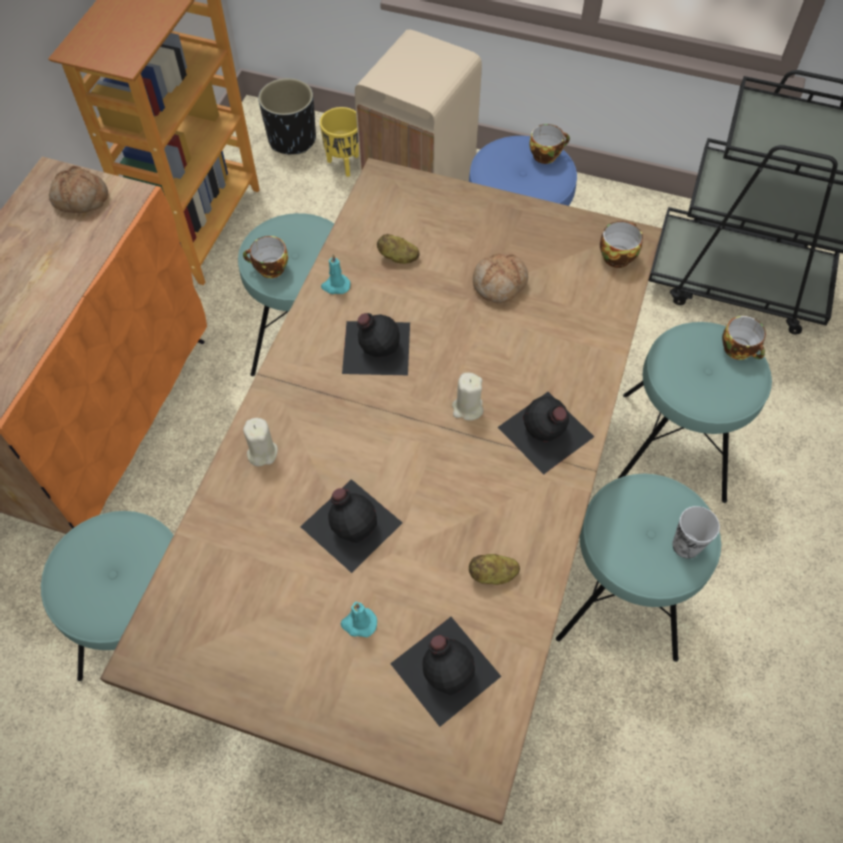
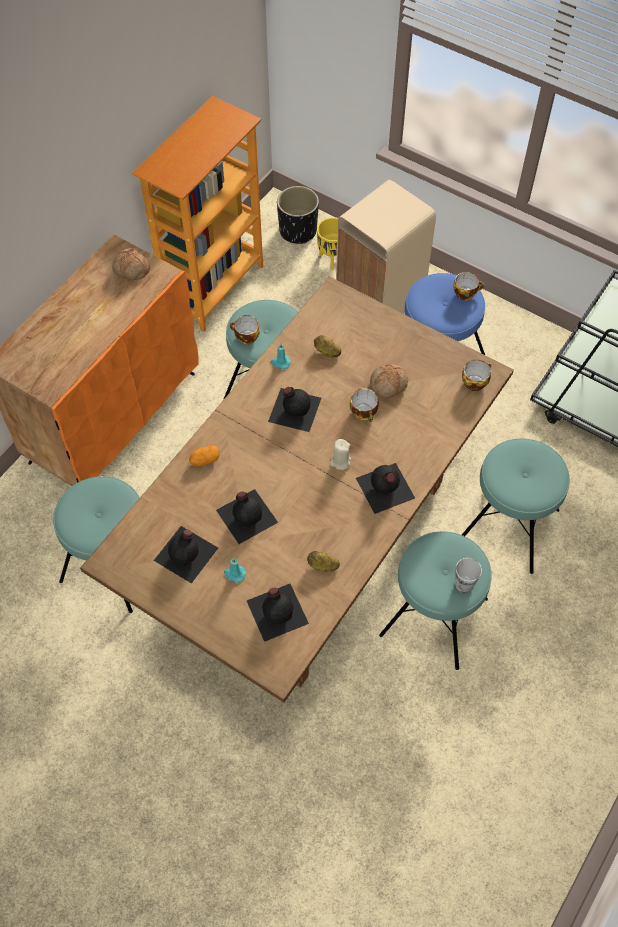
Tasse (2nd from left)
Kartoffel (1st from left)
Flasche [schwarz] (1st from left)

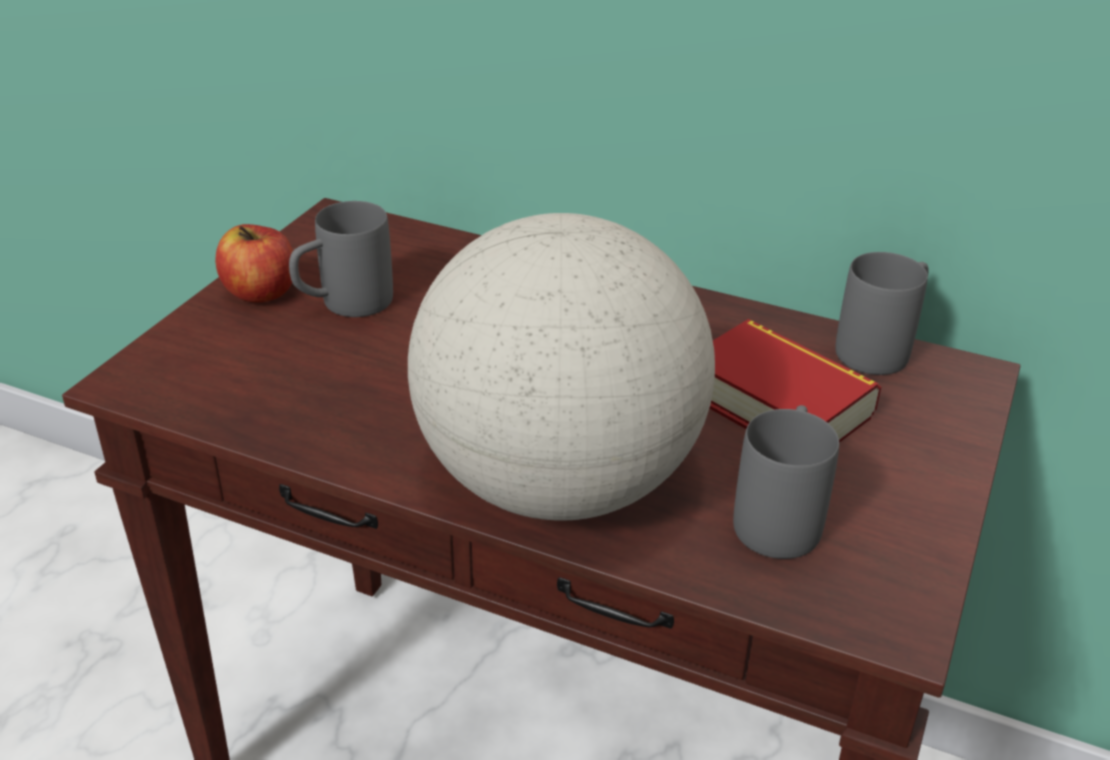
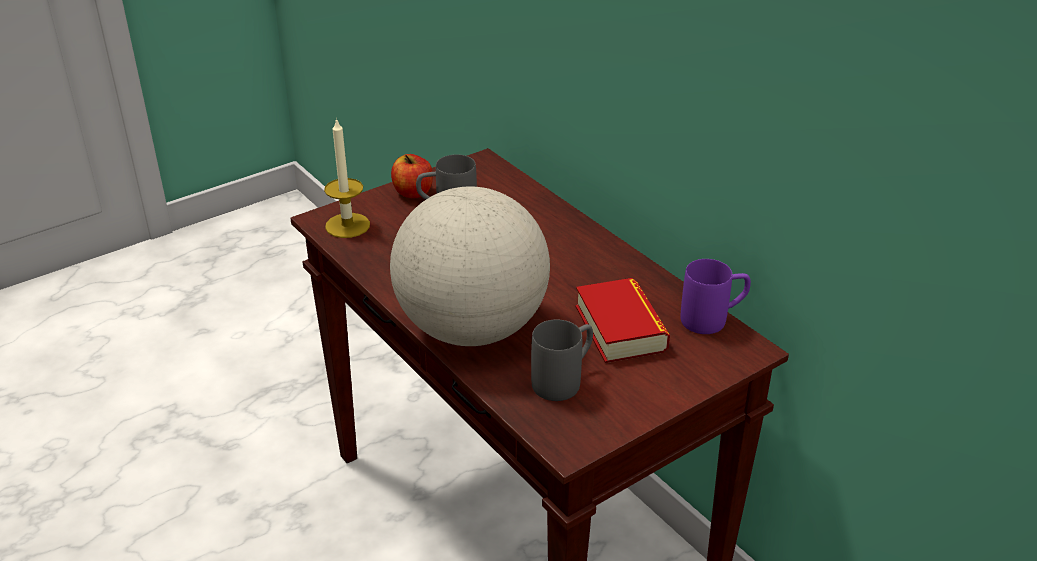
Henkelbecher [lila]
Kerze

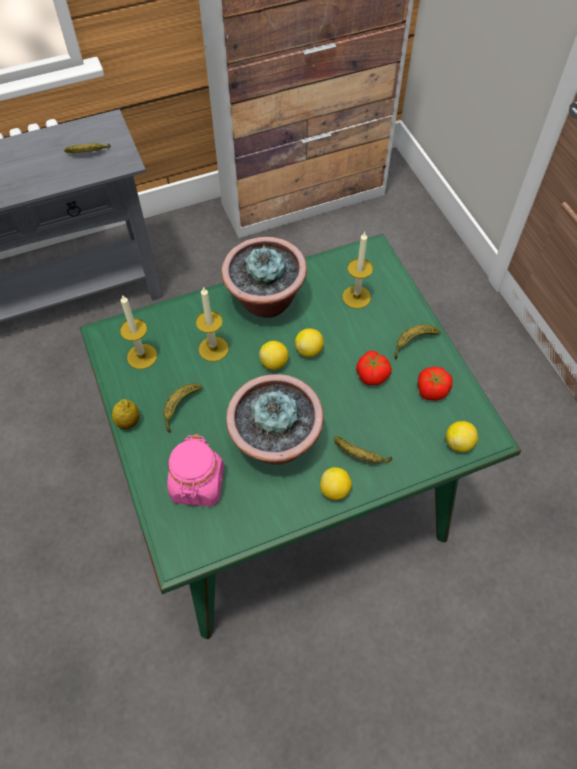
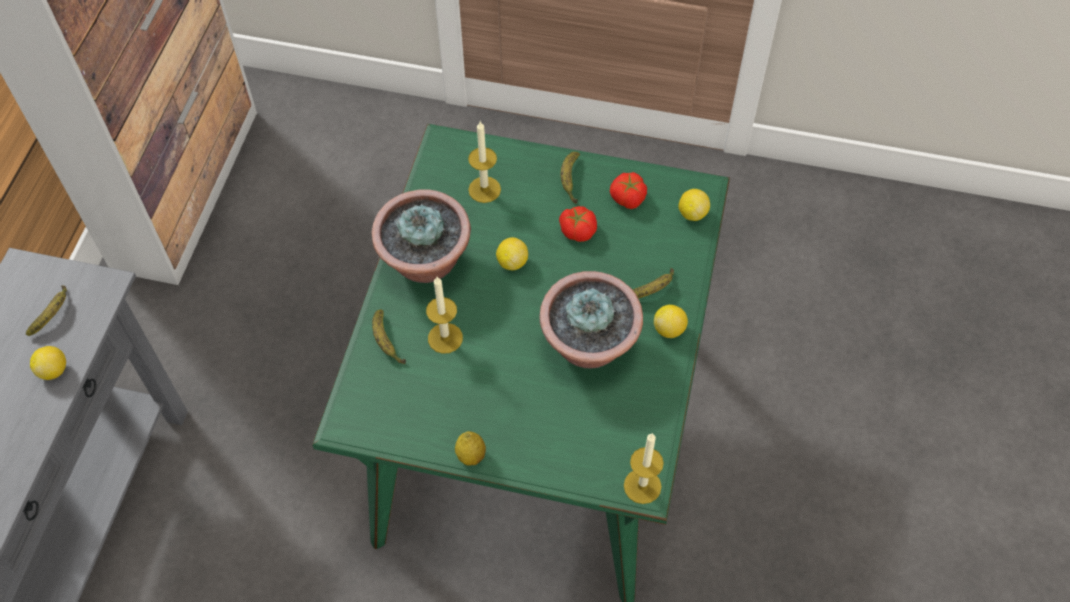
Kerze (3rd from left)
Zitrone (1st from left)
Banane (2nd from left)
Vorratsglas [rosa]

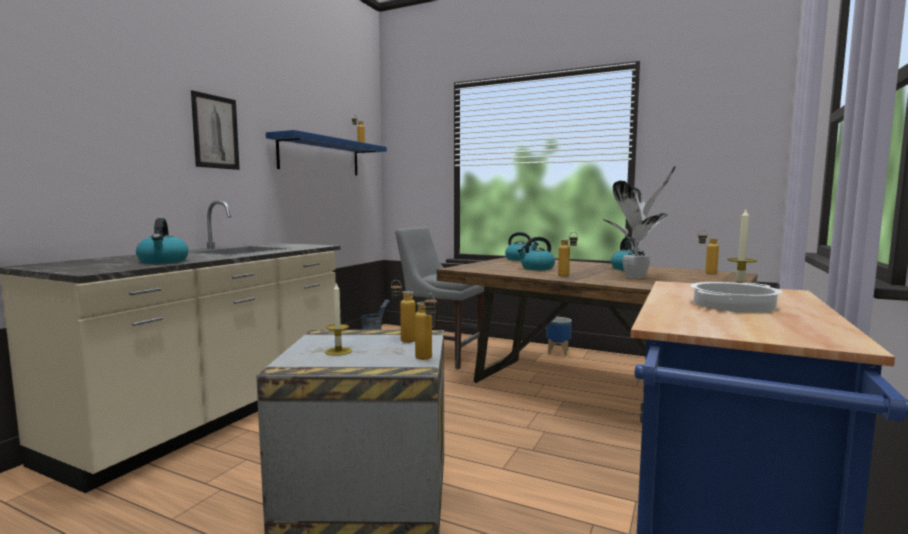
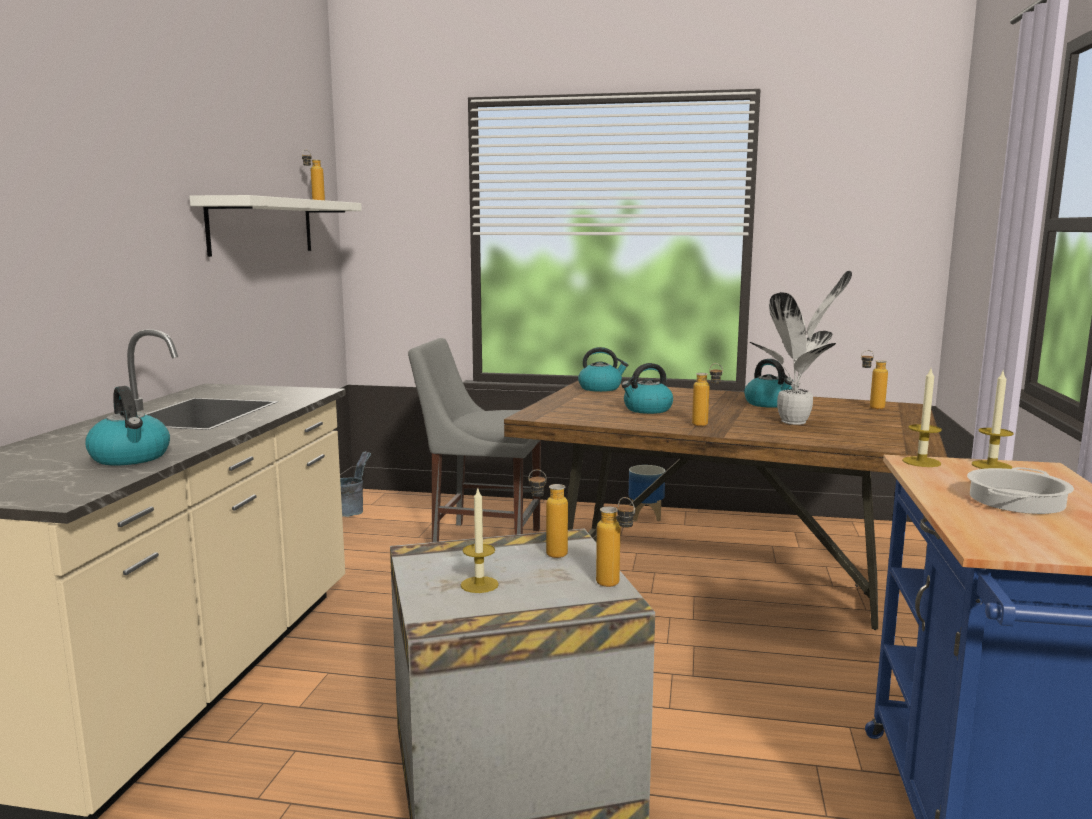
Bild
Wandregal [weiß]
Kerze (2nd from left)

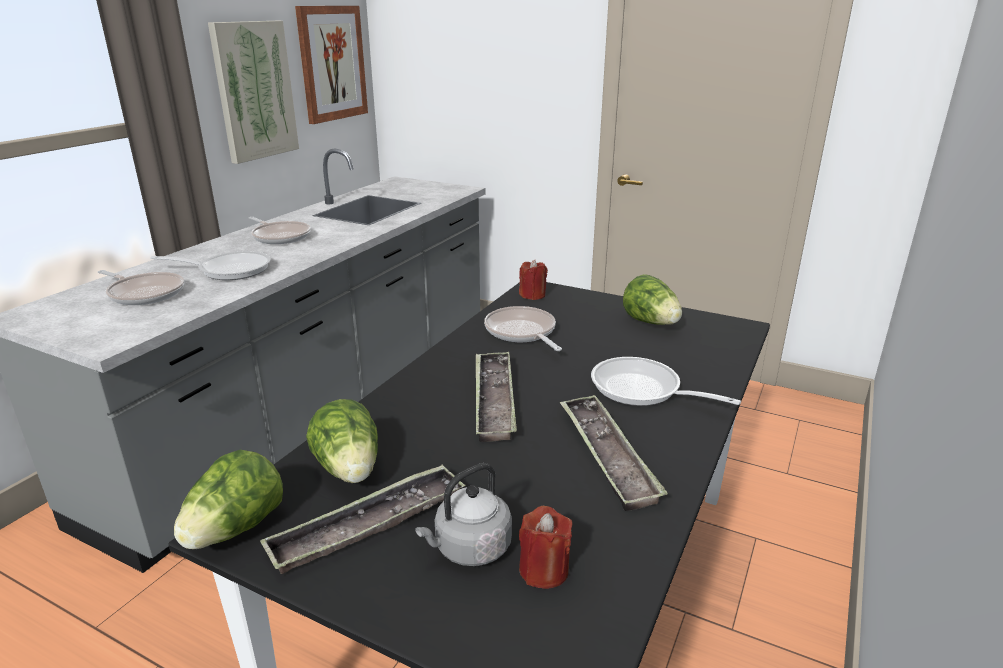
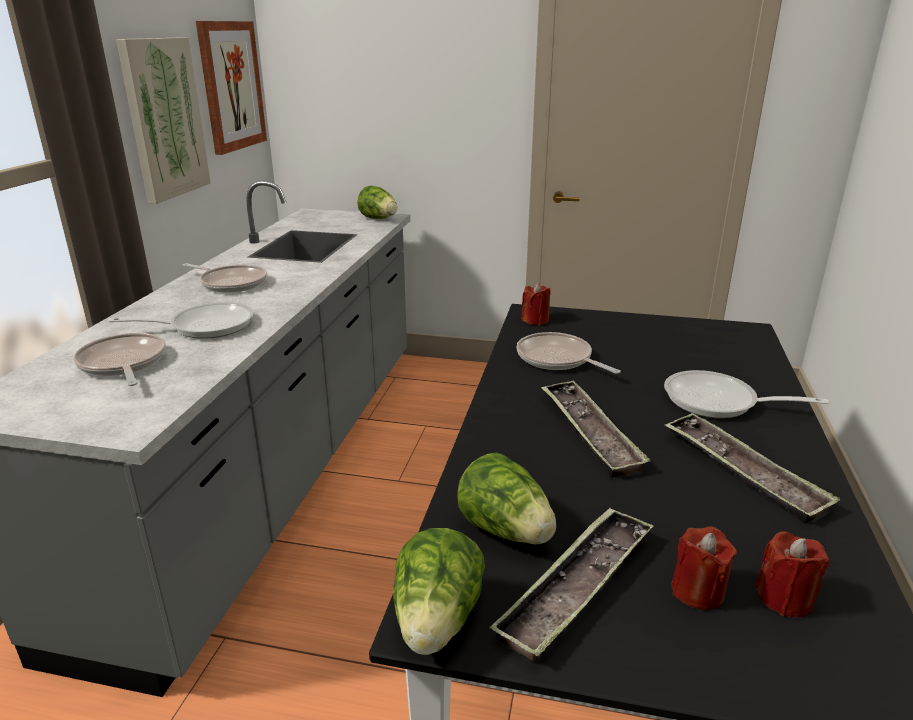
Pfanne (1st from left)
Salatkopf (1st from left)
Kerze [rot] (2nd from left)

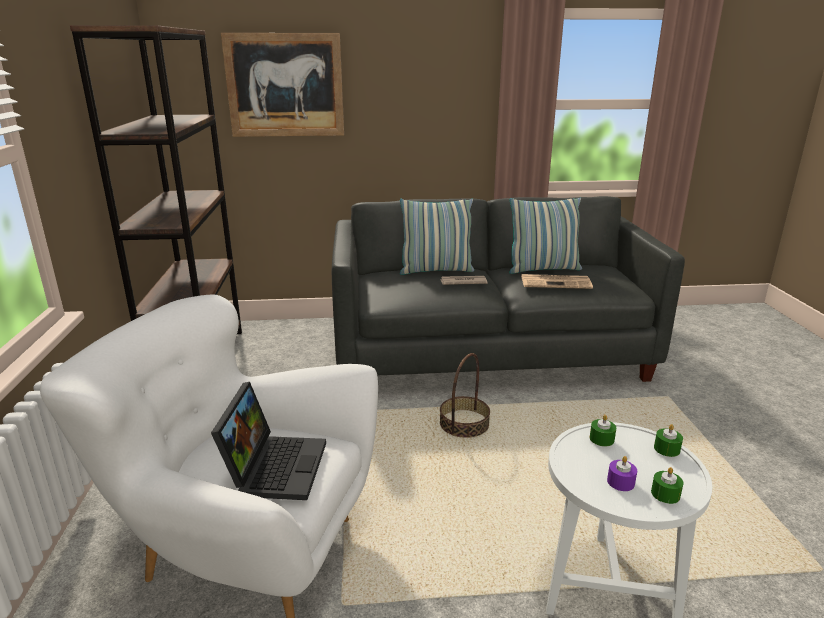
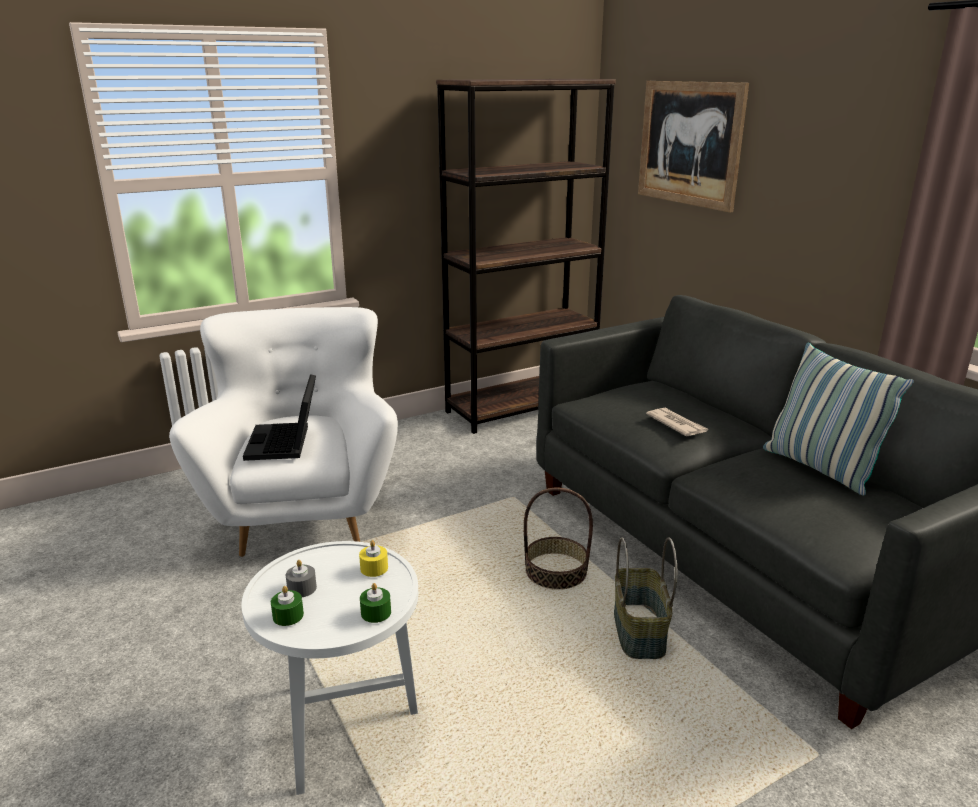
Kissen (1st from left in the first image)
Zeitung (2nd from left in the first image)
Laptop
Kerze [gelb]
Kerze [grau]
Korb (2nd from left)

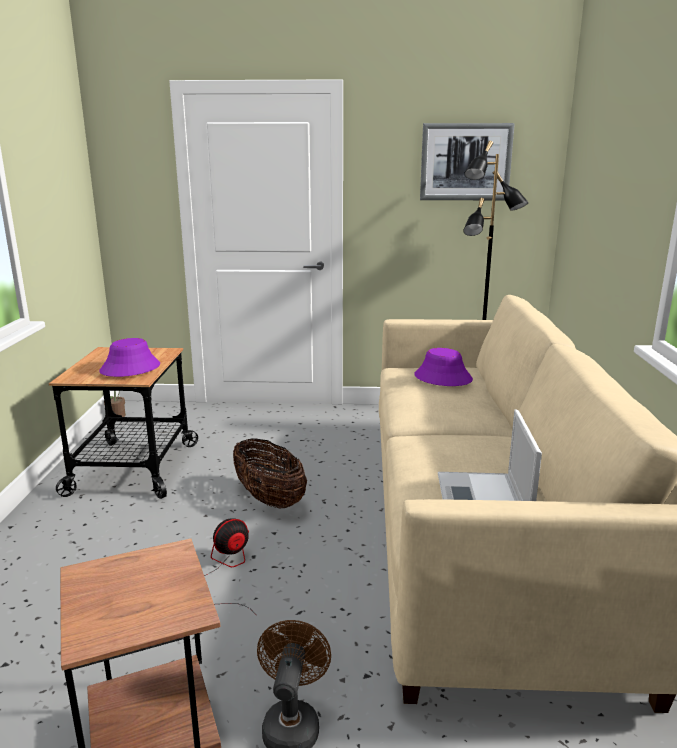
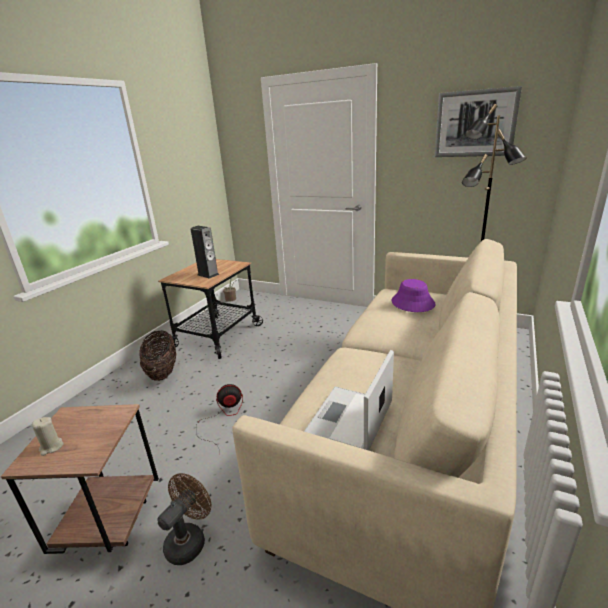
Lautsprecher
Korb
Kerze [beige]

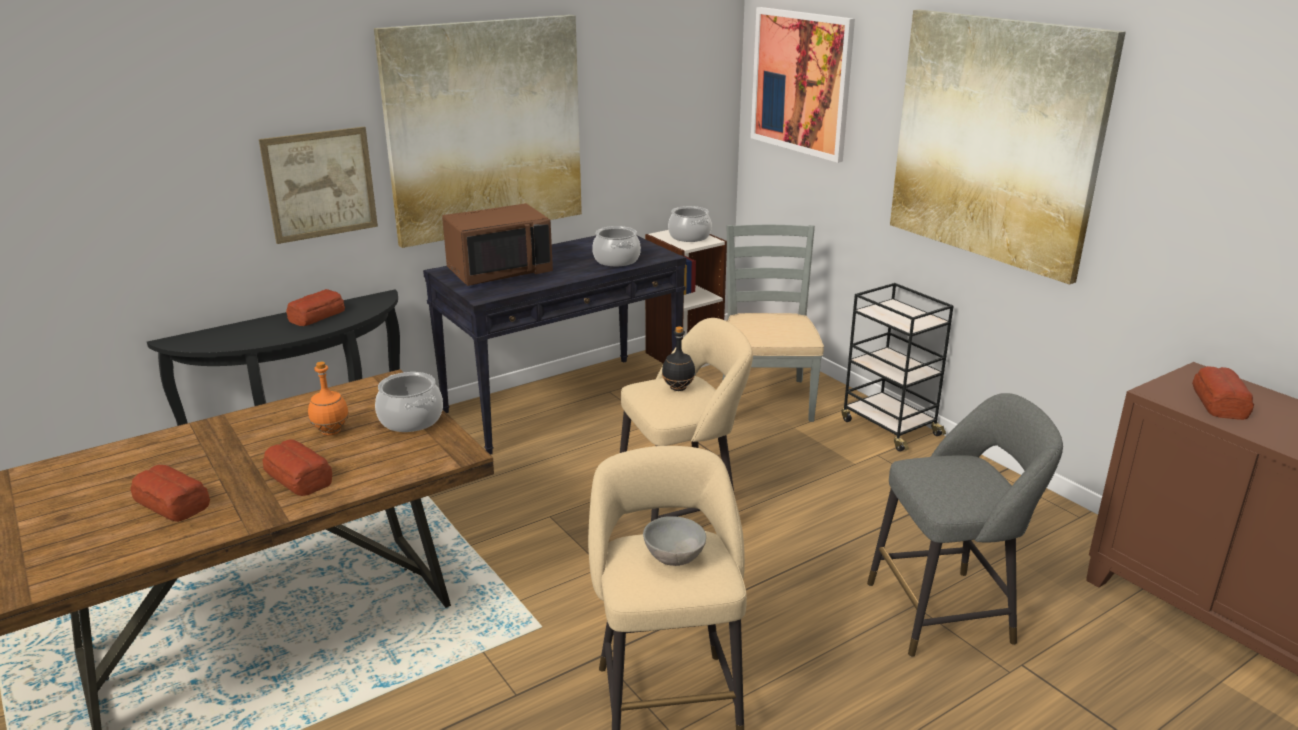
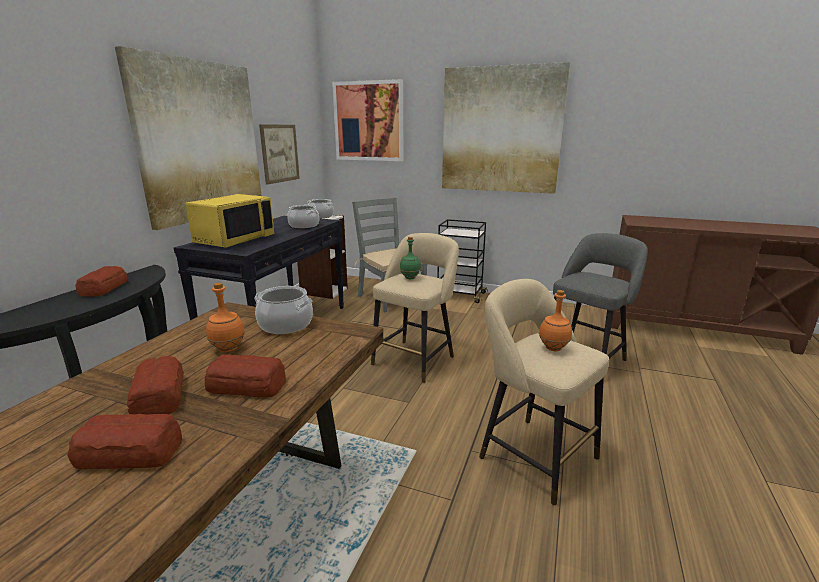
Bild (2nd from left)
Mikrowelle [gelb]
Flasche [grün]
Brot (3rd from left)
Flasche [orange] (2nd from left)

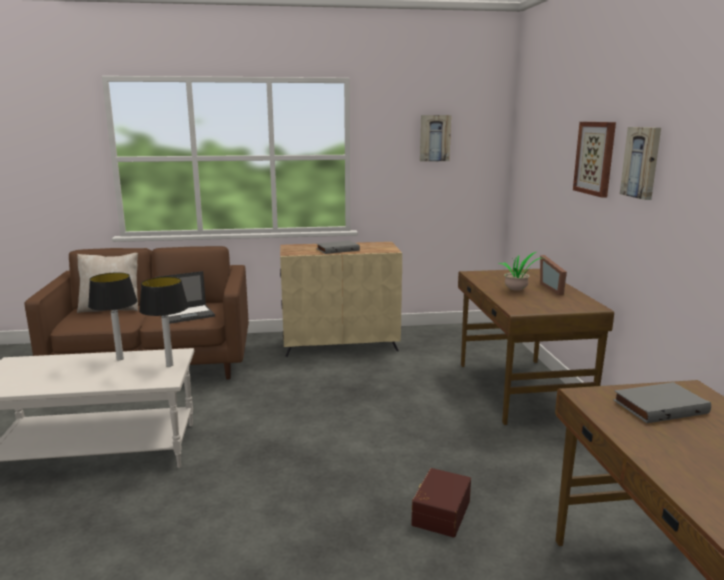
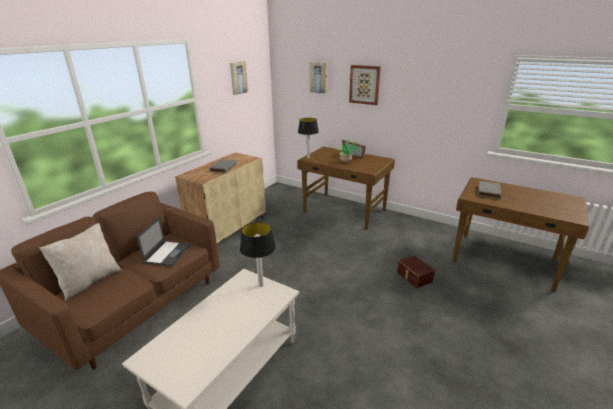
Bild (2nd from left)
Tischlampe (2nd from left)

